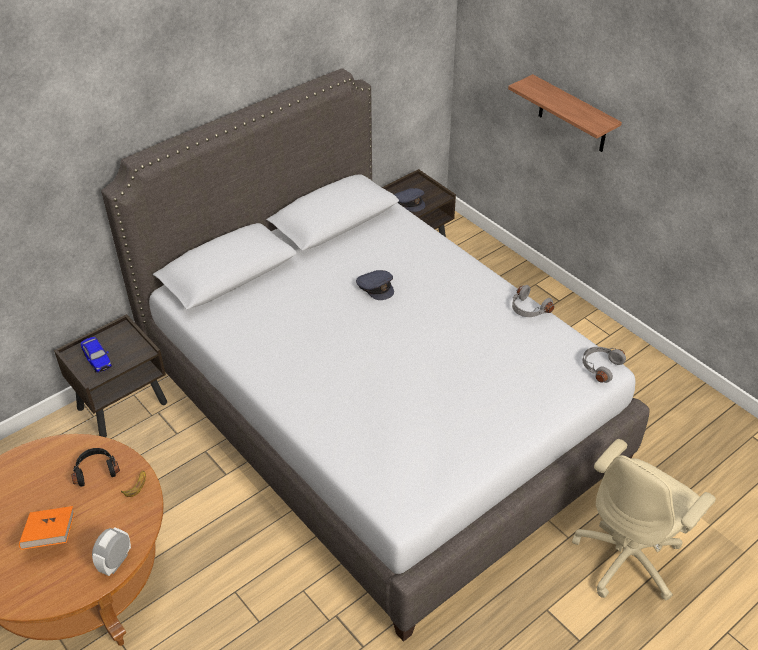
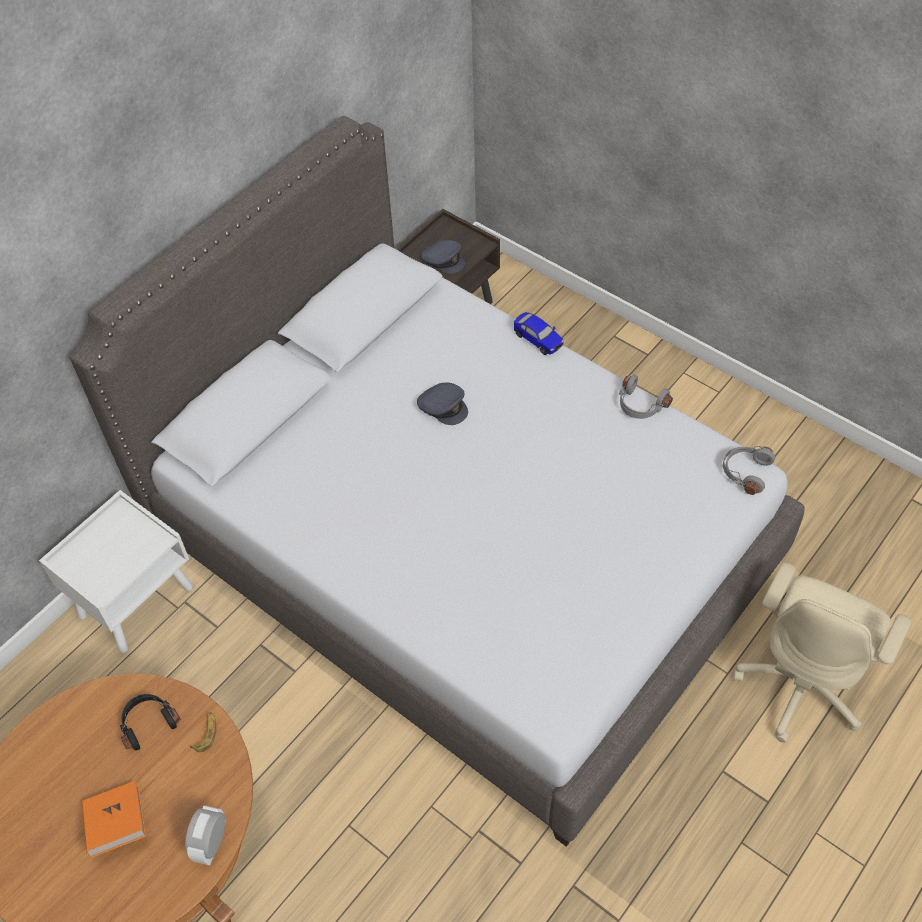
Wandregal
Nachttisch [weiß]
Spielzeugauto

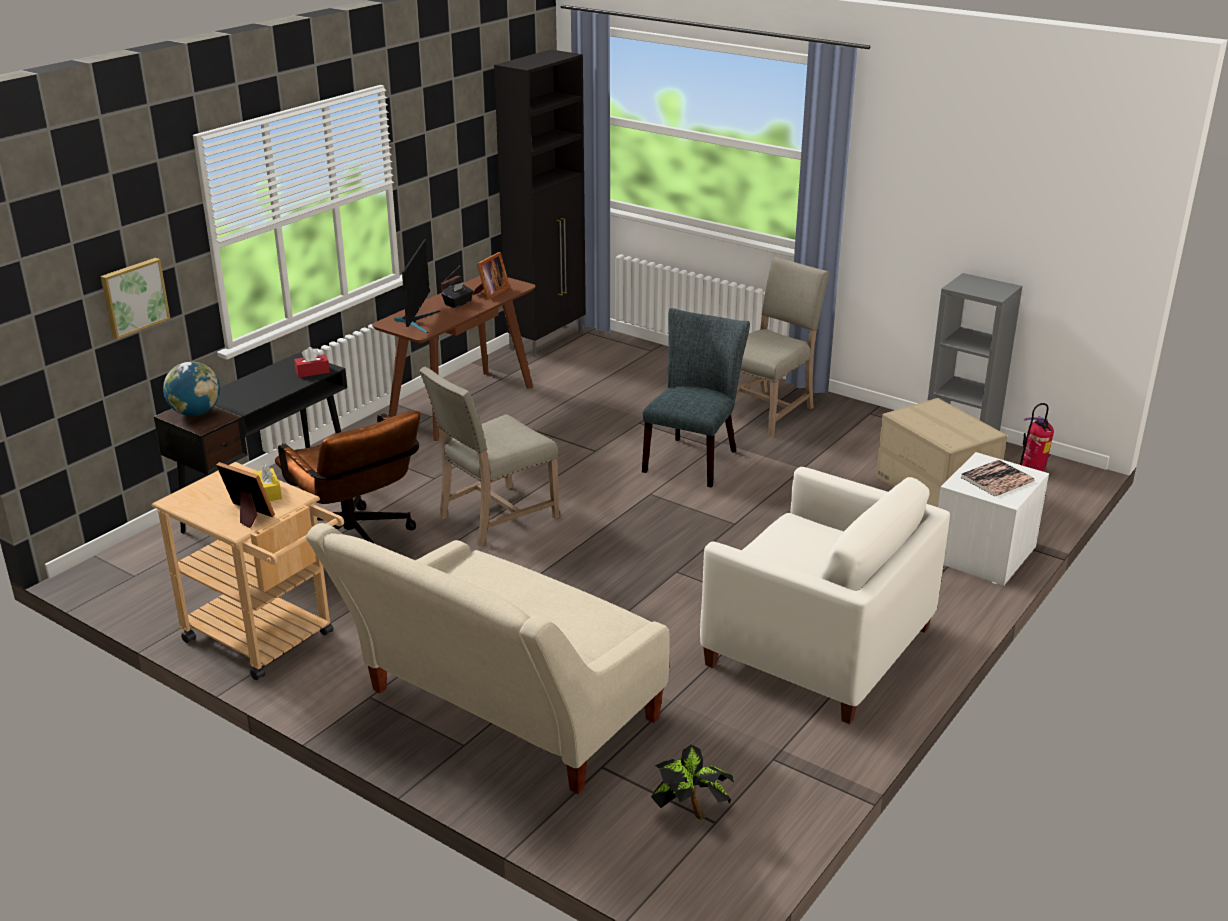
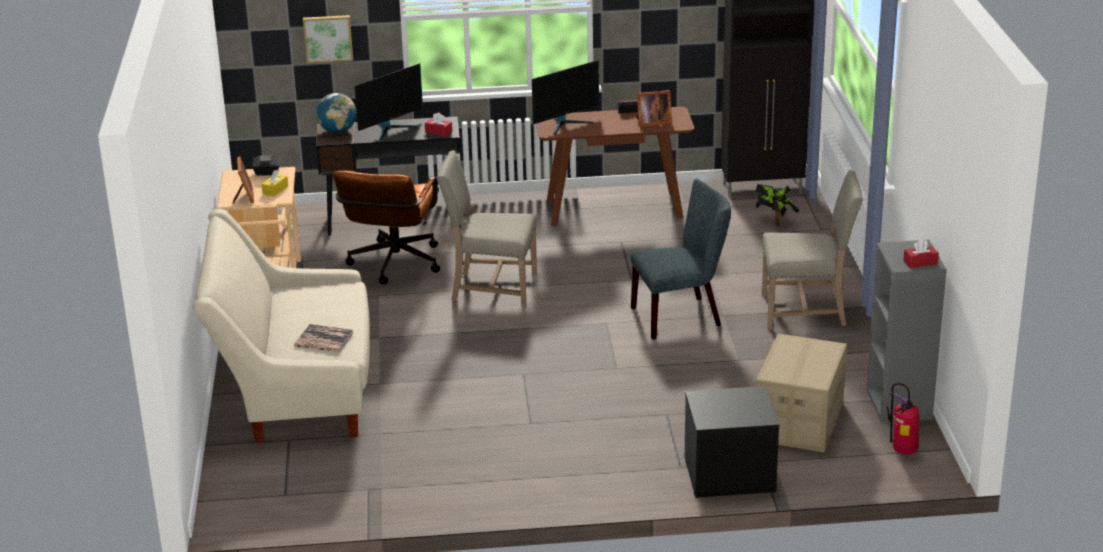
Taschentuchbox [schwarz]
Nachttisch [schwarz]
Buch
Sessel [weiß]
Topfpflanze
Monitor (1st from left)
Taschentuchbox [rot] (2nd from left)

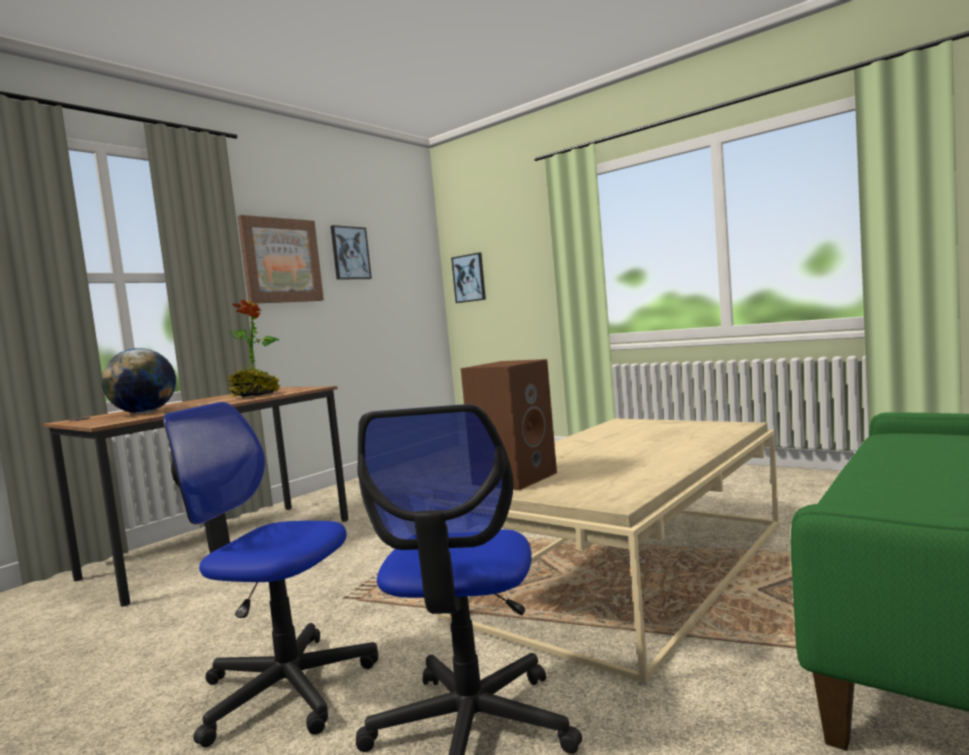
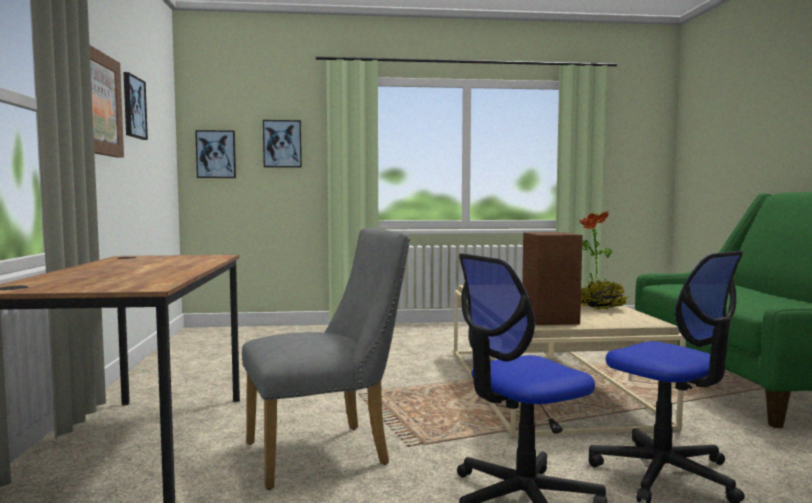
Topfpflanze
Globus
Bild (4th from left)
Stuhl [grau]

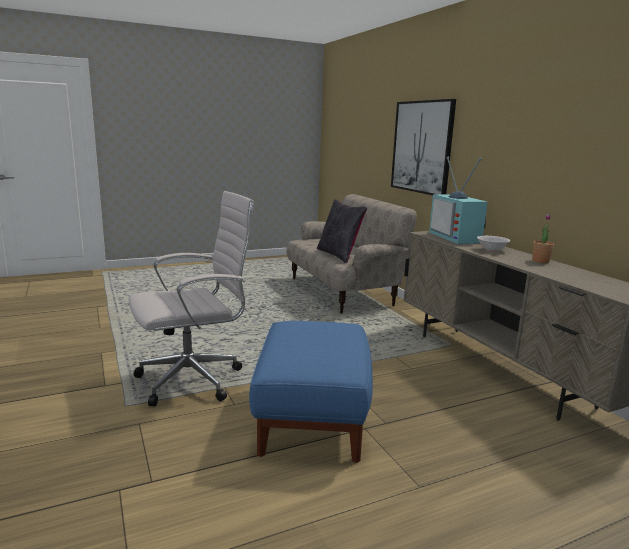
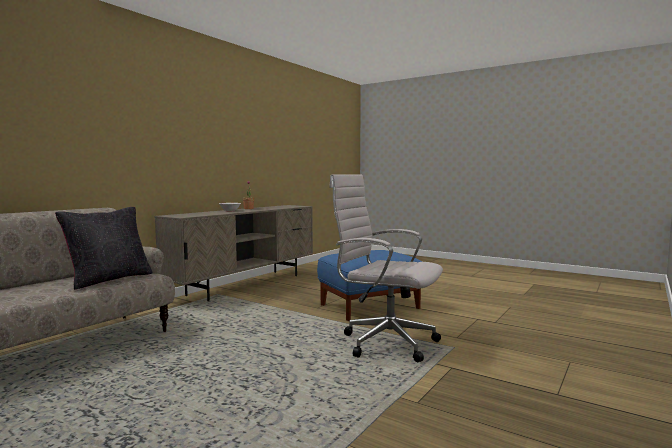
Bild
Fernseher

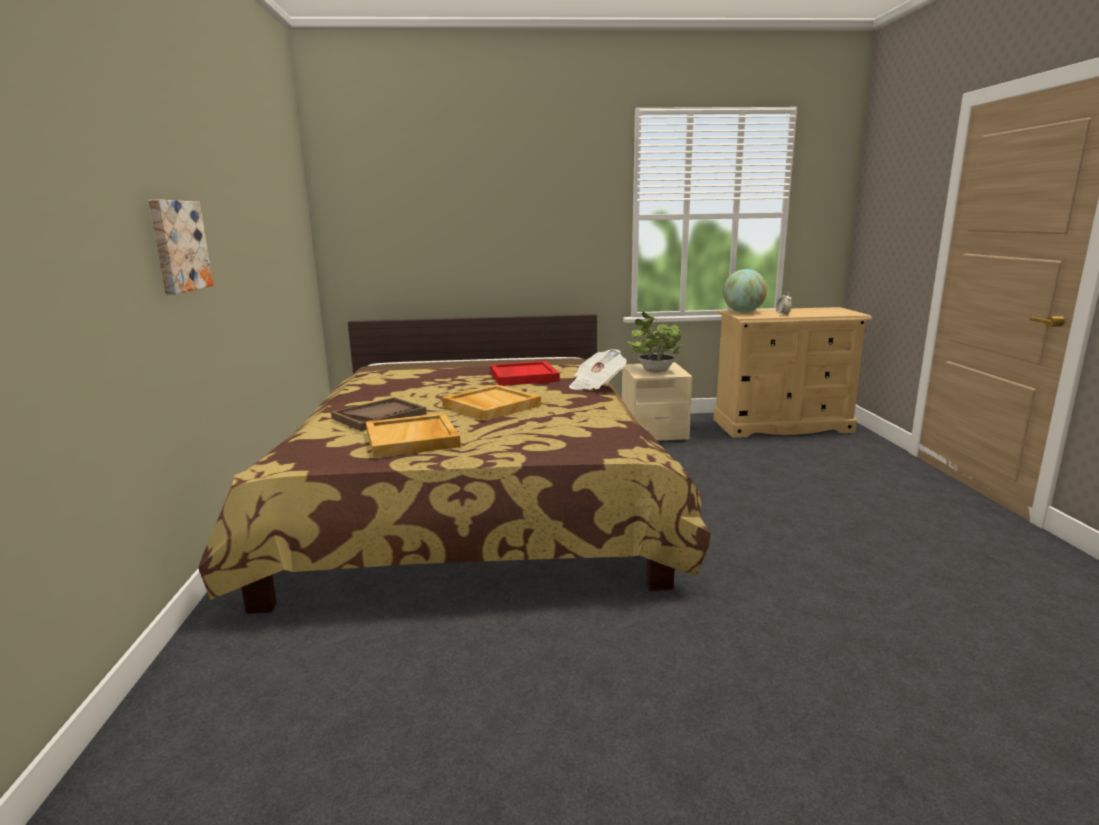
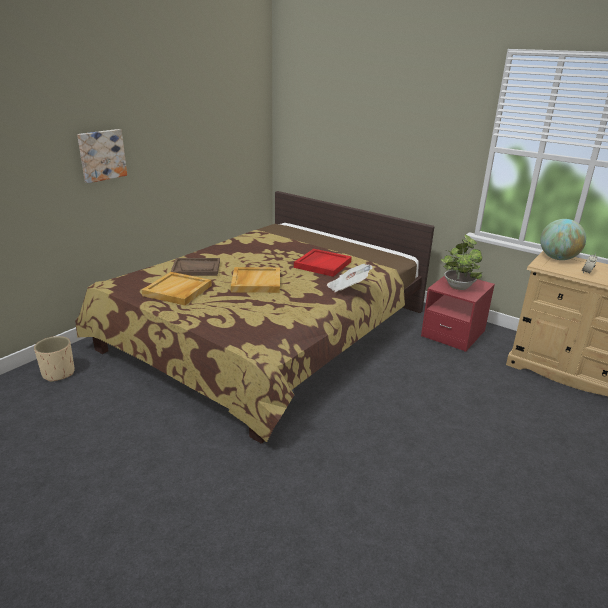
Nachttisch [rot]
Pflanzkübel [beige]

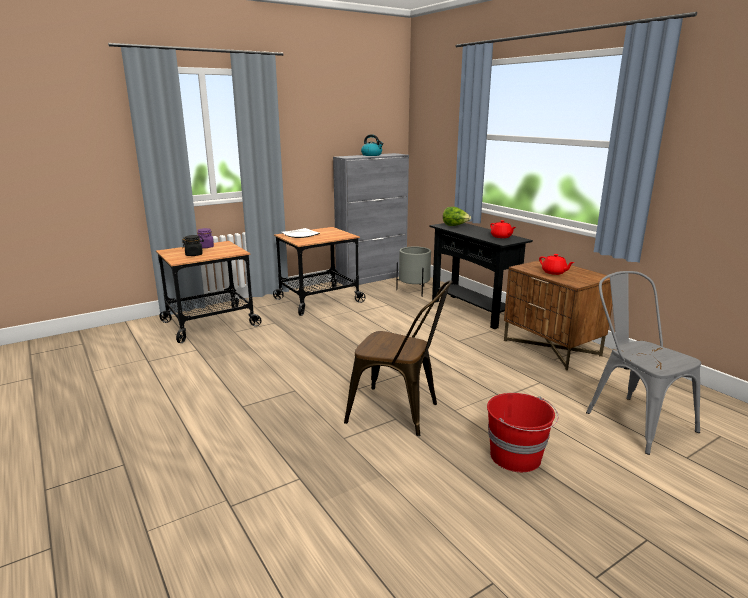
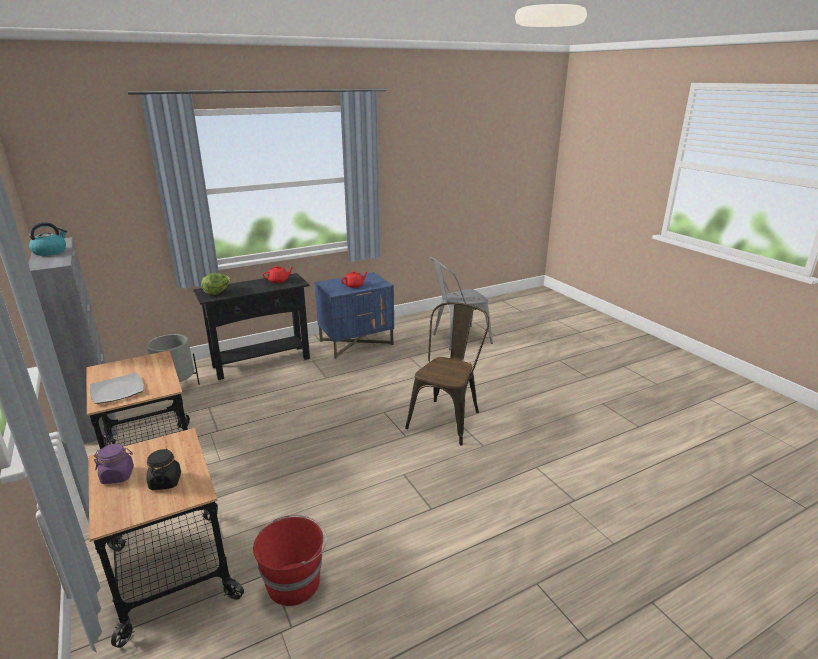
Nachttisch [blau]
Eimer [rot]

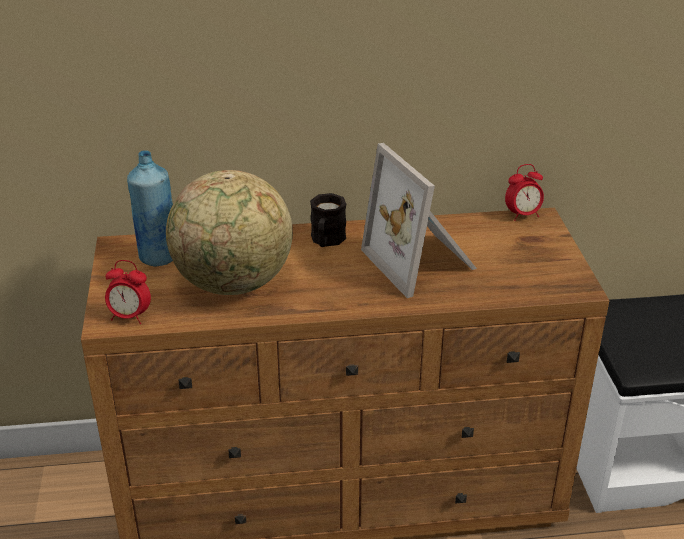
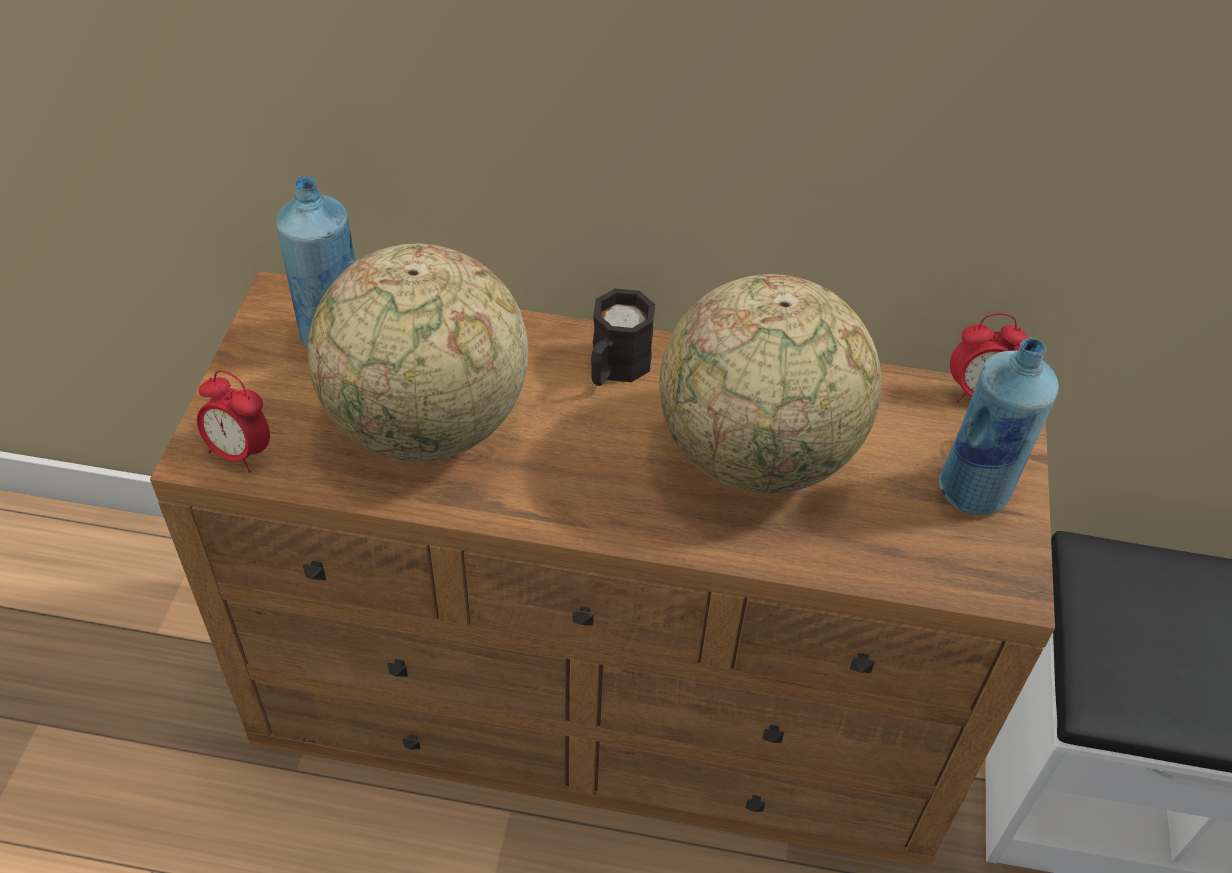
Globus (2nd from left)
Flasche [blau] (2nd from left)

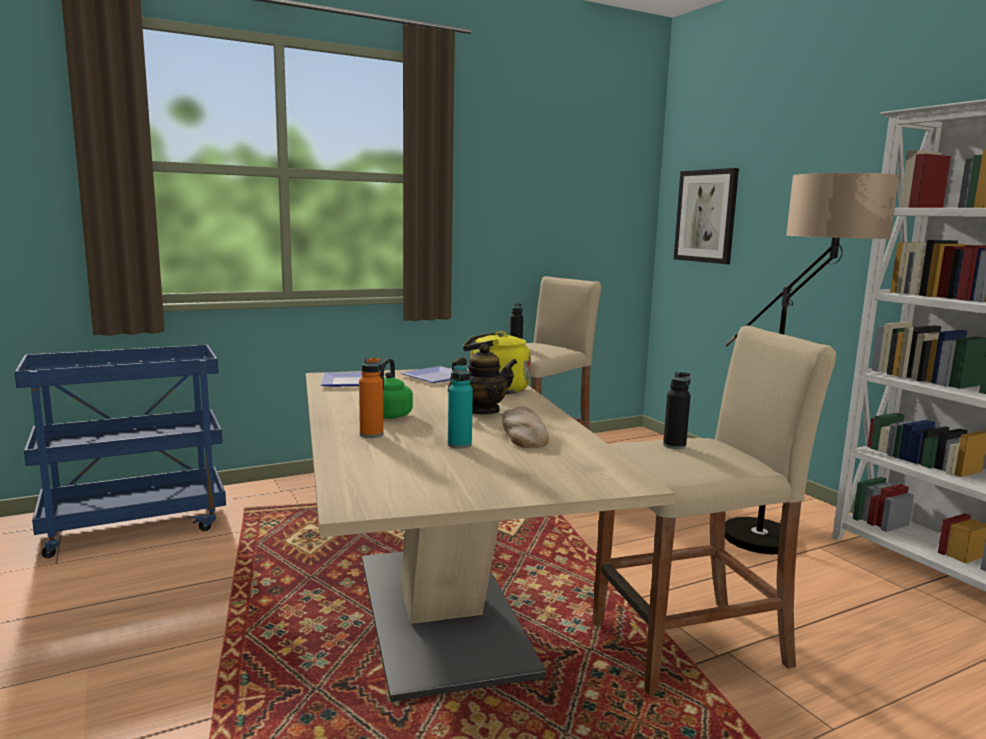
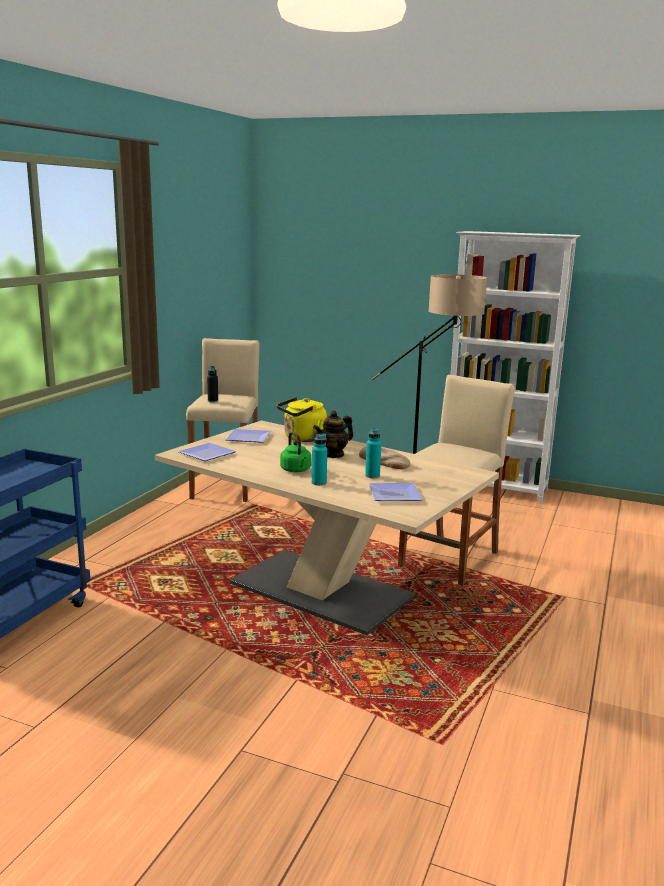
Bild
Teekanne
Flasche [türkis] (1st from left)
Flasche [schwarz] (2nd from left in the first image)
Teller (3rd from left)

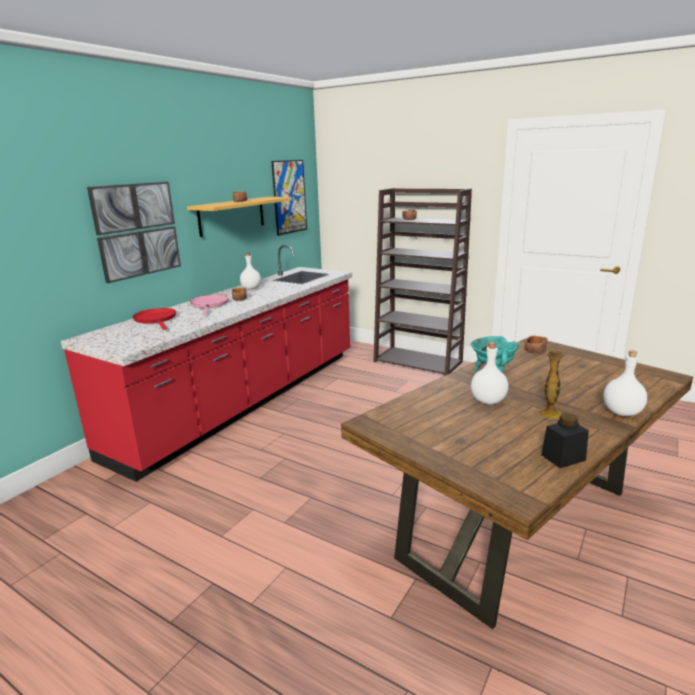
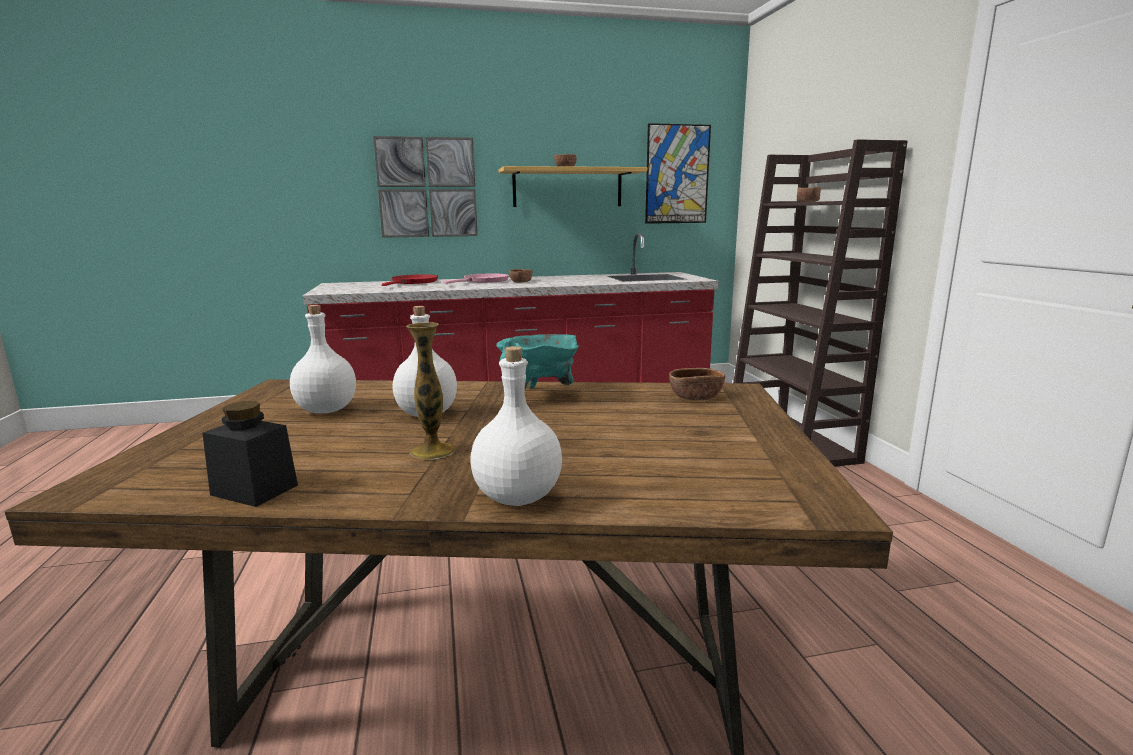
Flasche [weiß] (1st from left)

